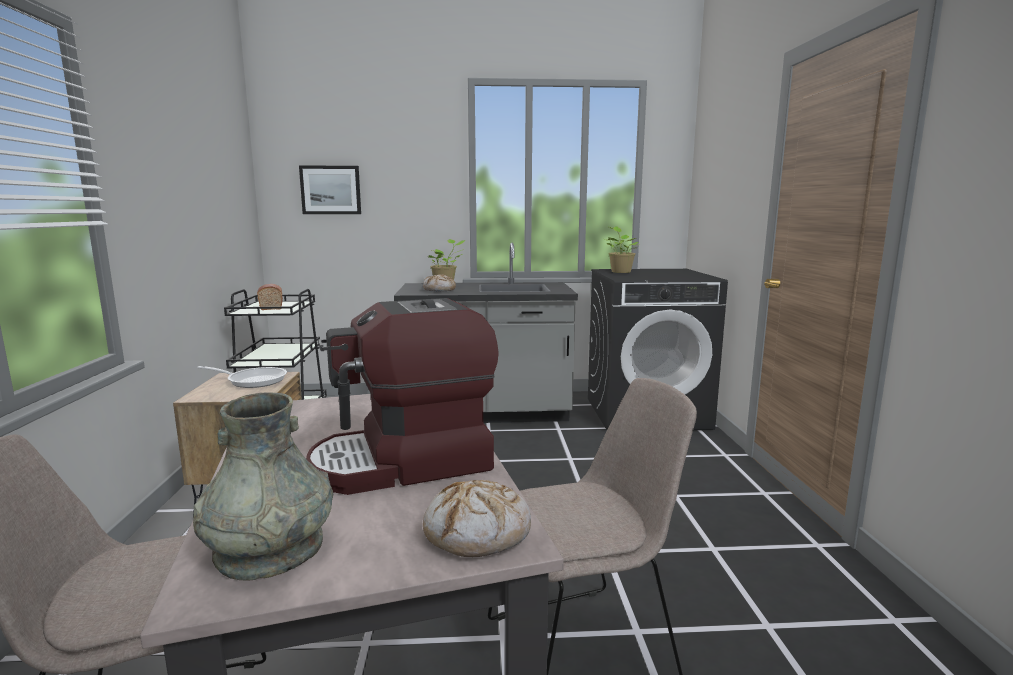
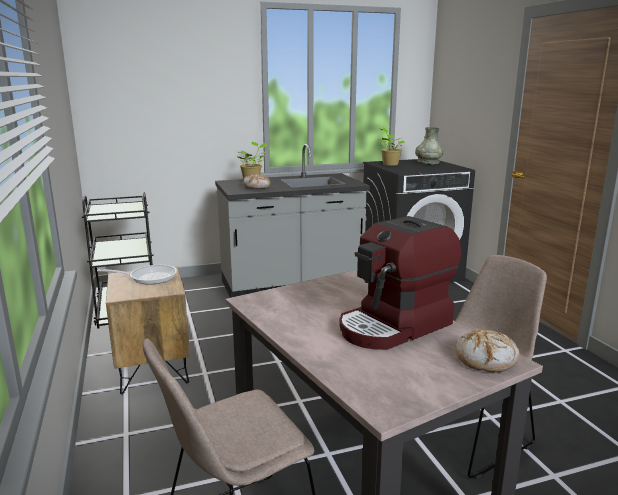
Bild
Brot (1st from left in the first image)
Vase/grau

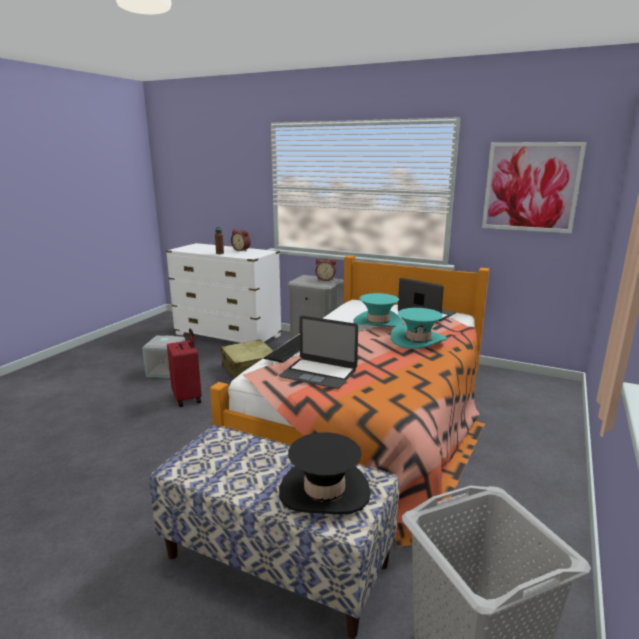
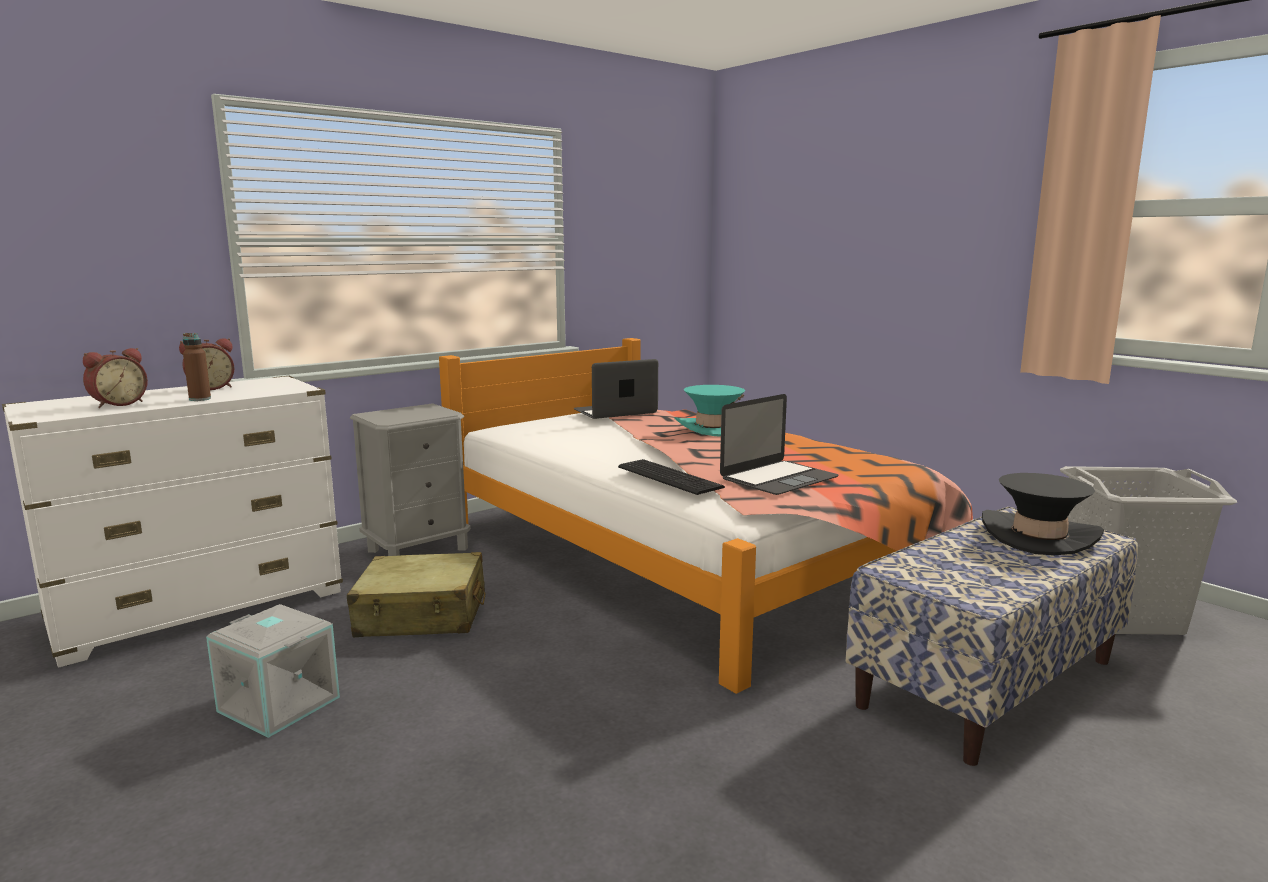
Bild
Wecker (1st from left)
Hut/türkis (1st from left in the first image)
Koffer/rot

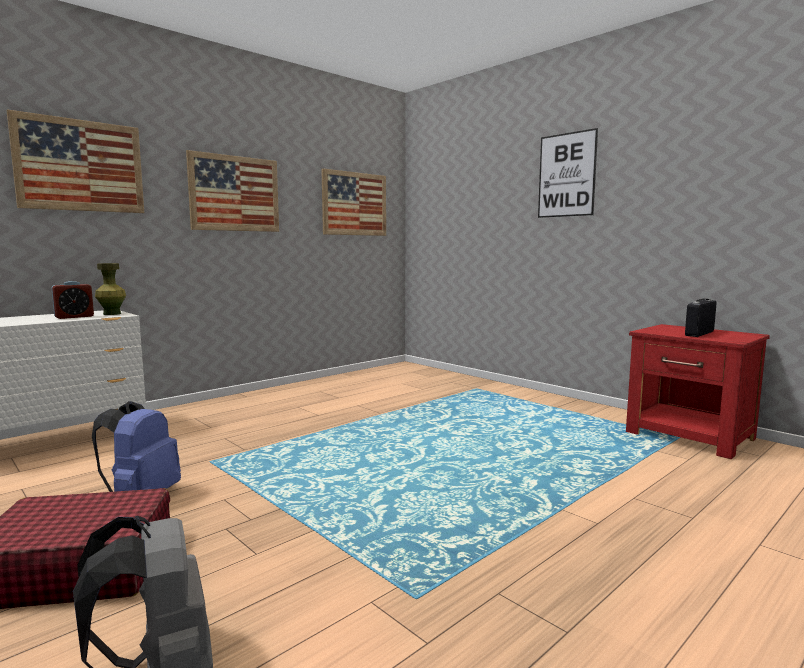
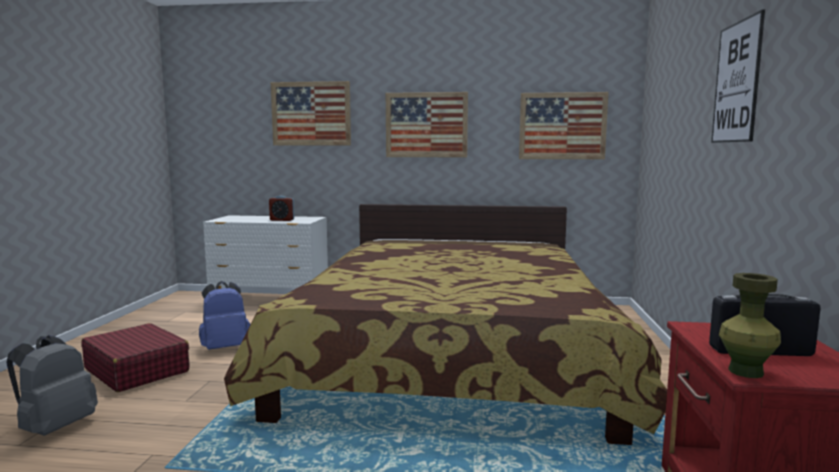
Vase/grün
Bett

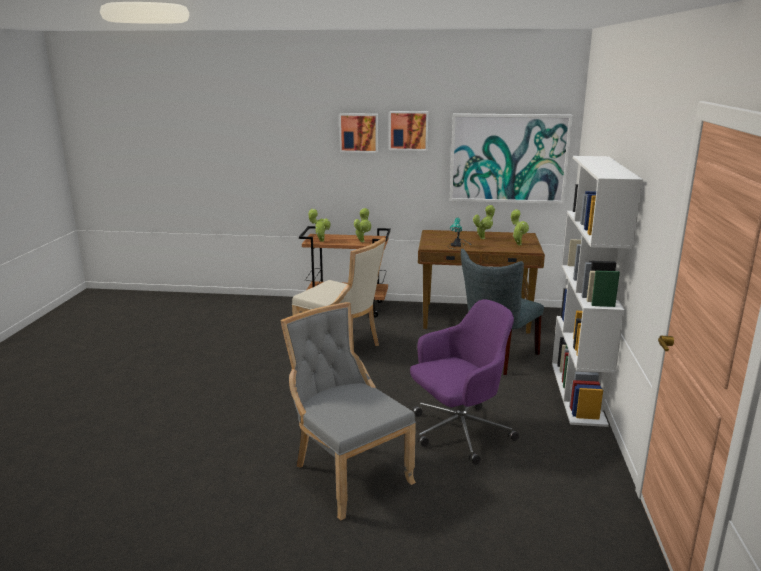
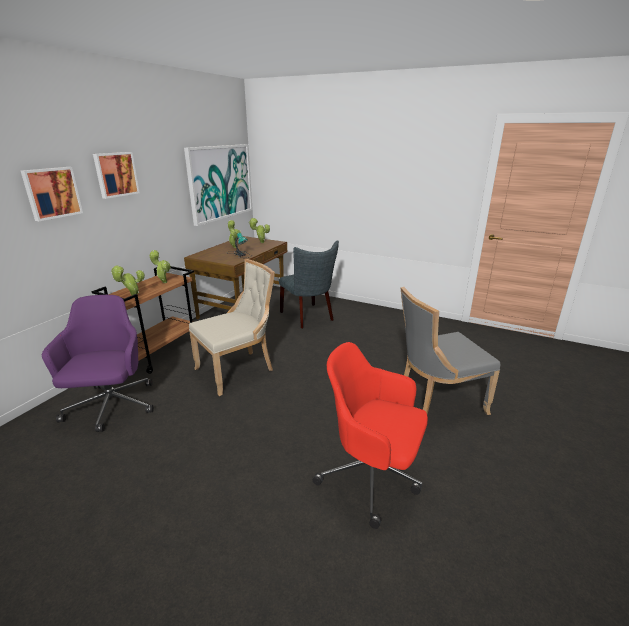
Bild (1st from left)
Bücherregal/weiß
Bürostuhl/lila
Bürostuhl/rot

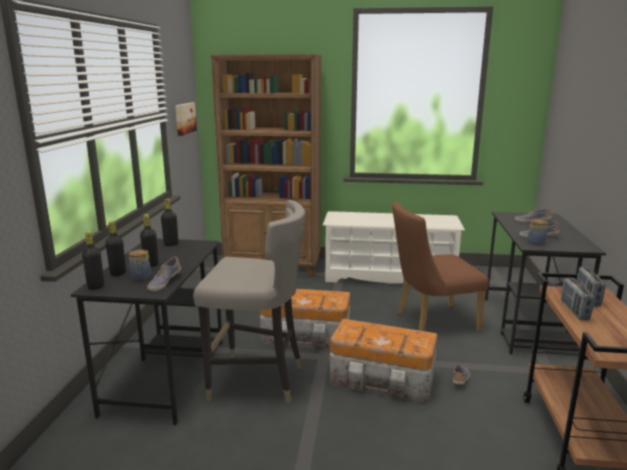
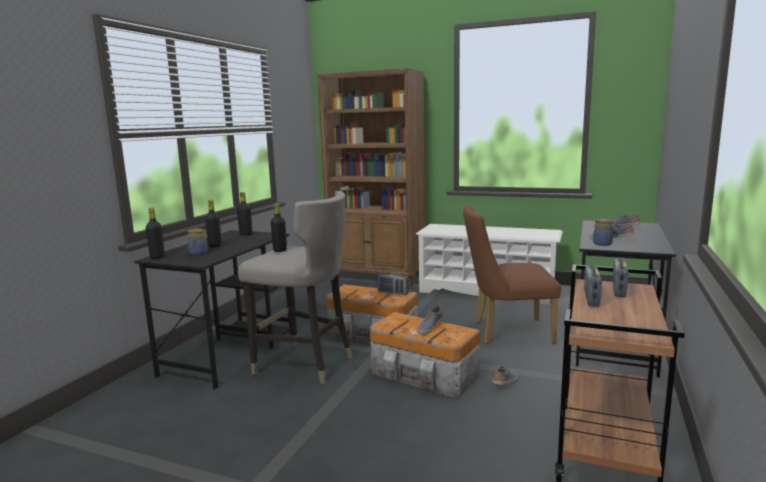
Bild
Flasche/schwarz (4th from left)
Schuh (1st from left)
Radio (1st from left)

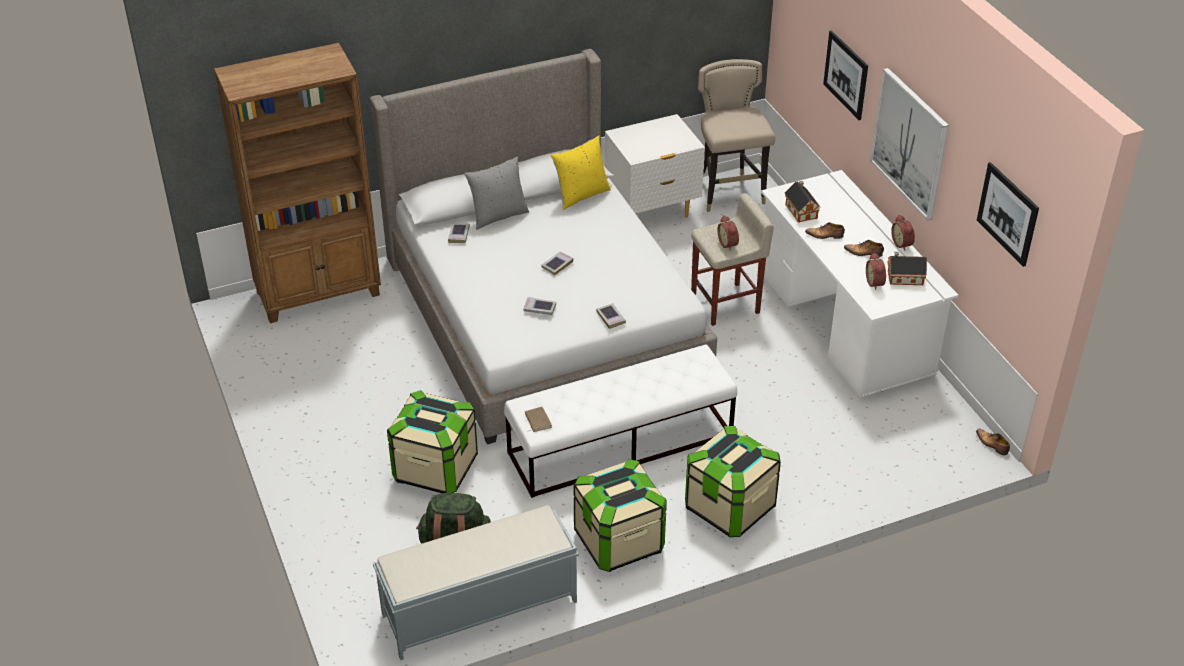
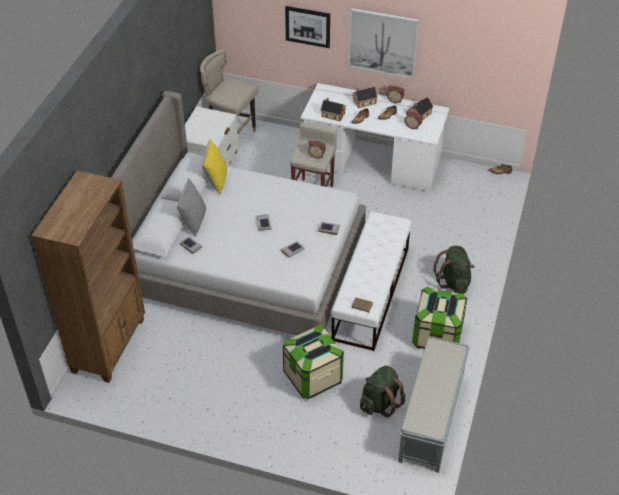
Bild (3rd from left in the first image)
Rucksack/grün (2nd from left)
Spielzeughaus (2nd from left)

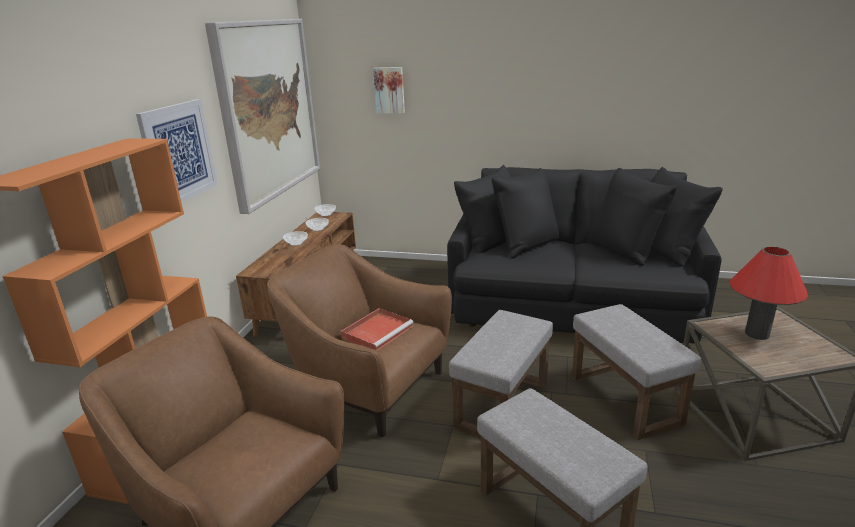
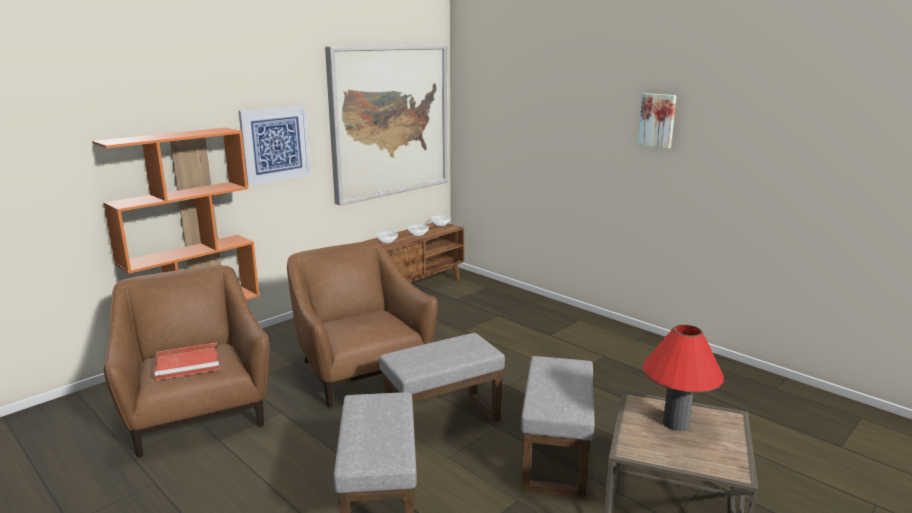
Bild (3rd from left)
Sofa/schwarz
Tablett/rot

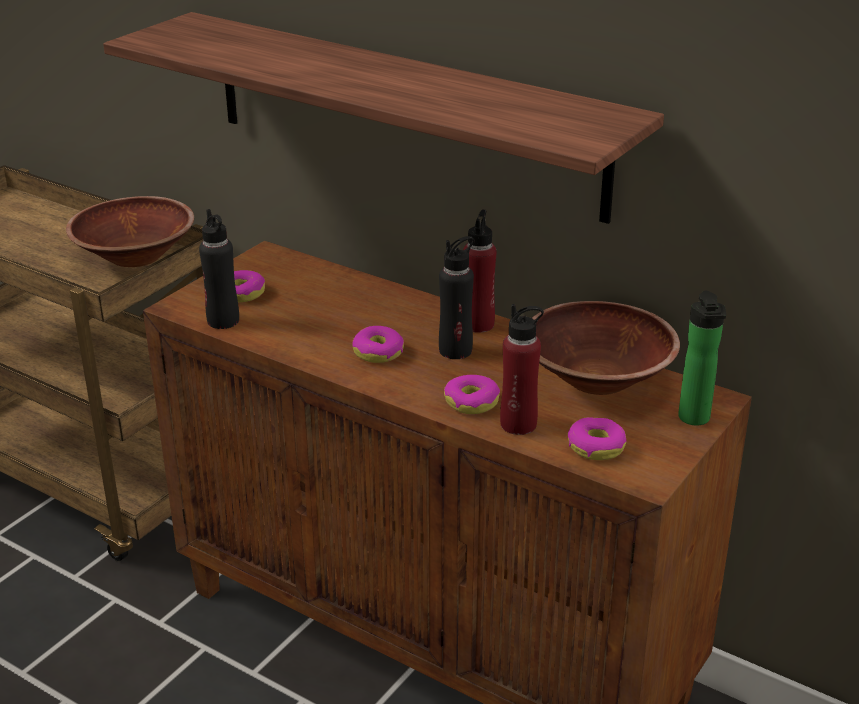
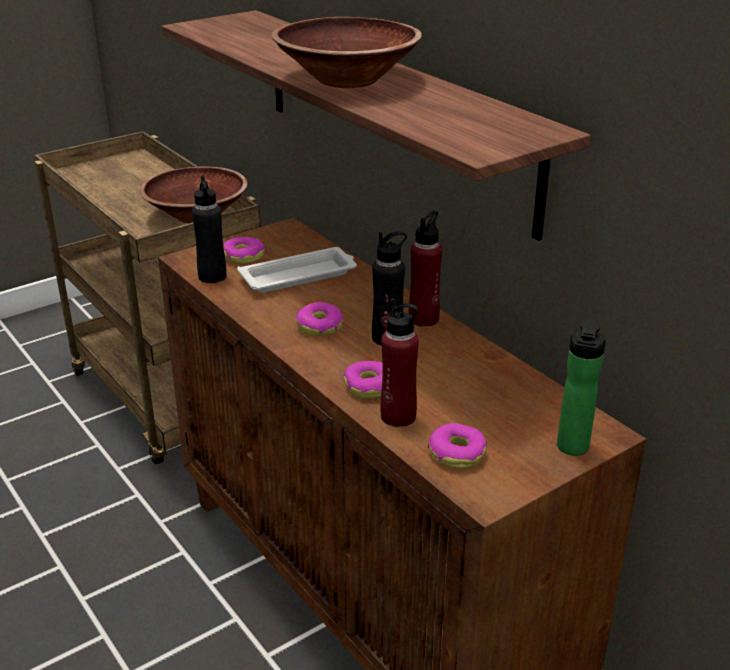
Schüssel/braun (2nd from left)
Tablett/weiß

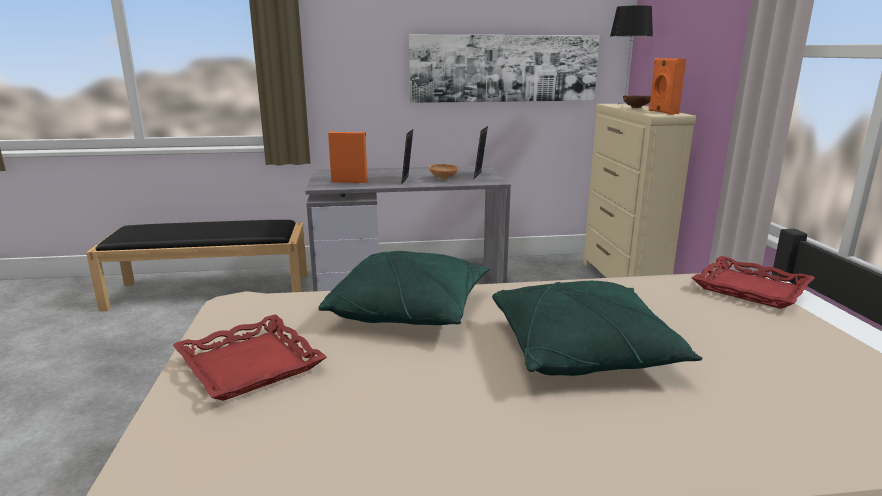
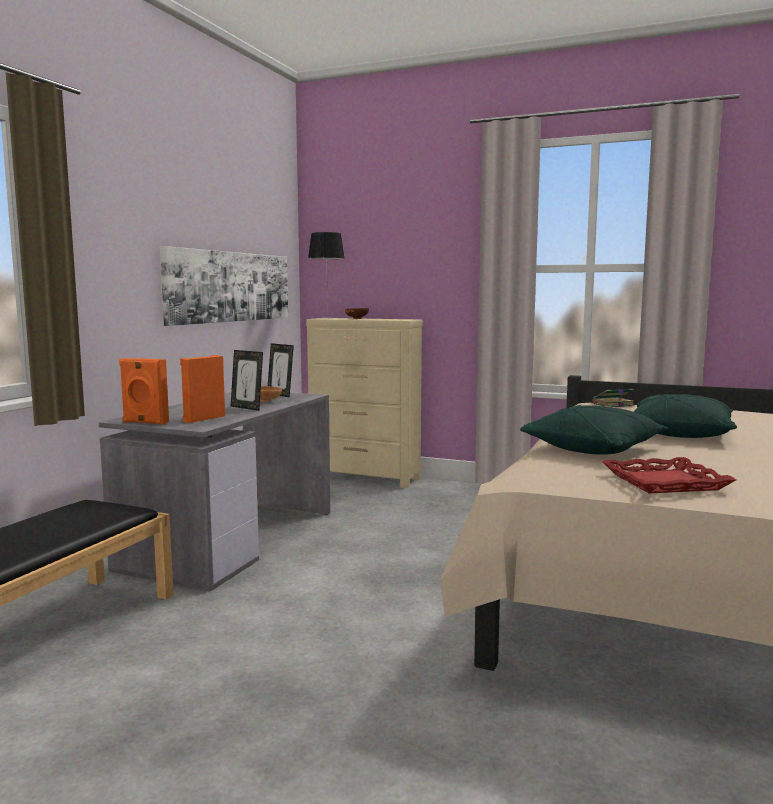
Lautsprecher/orange (1st from left)
Buch

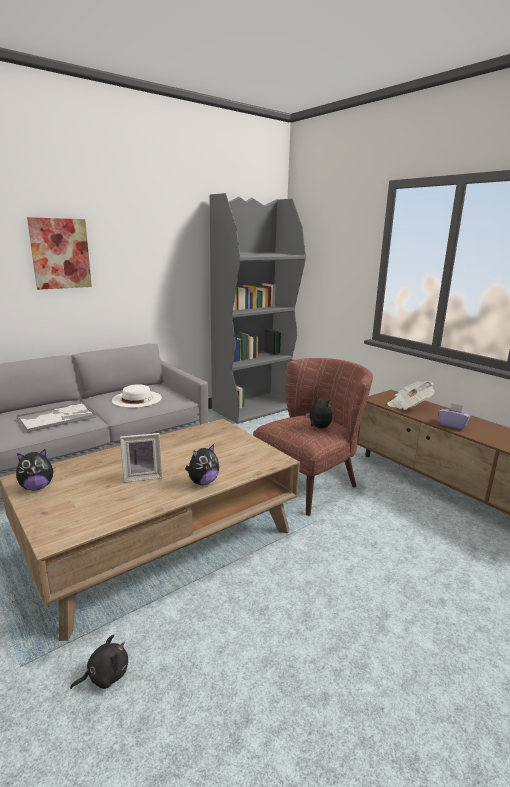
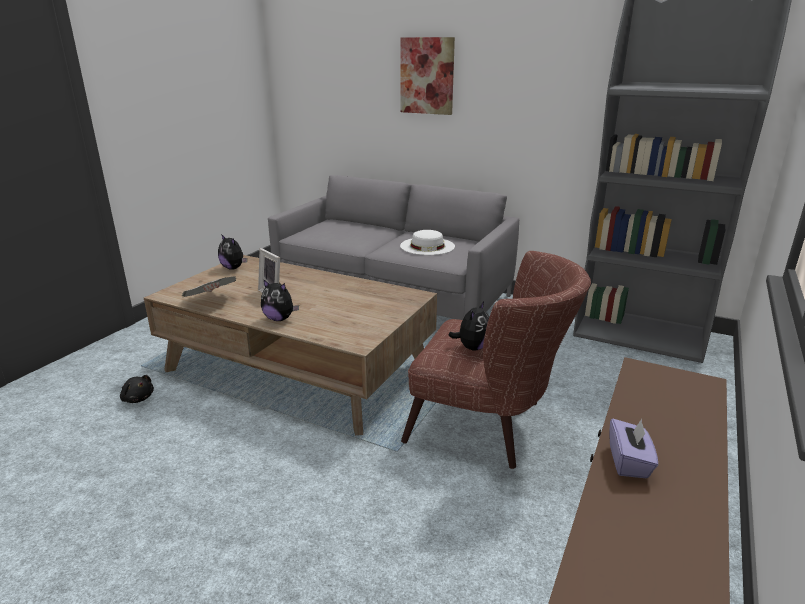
Zeitung
Tablett

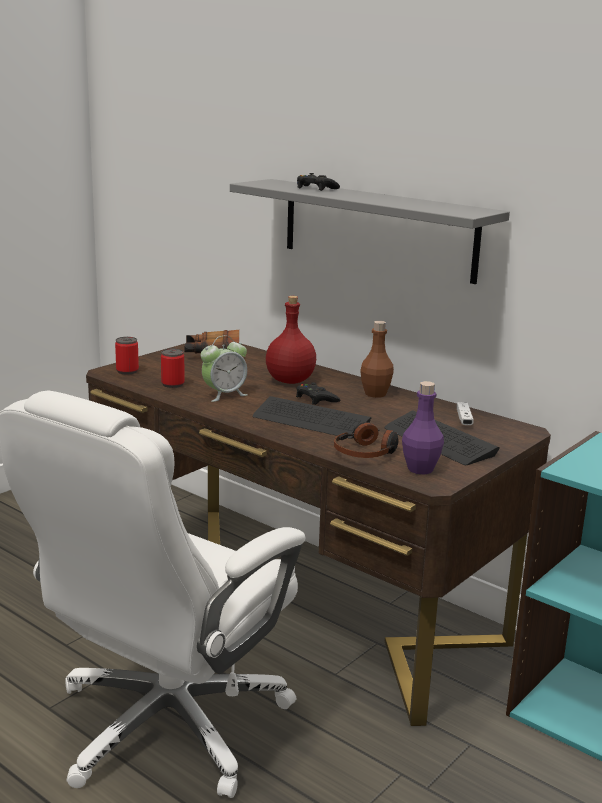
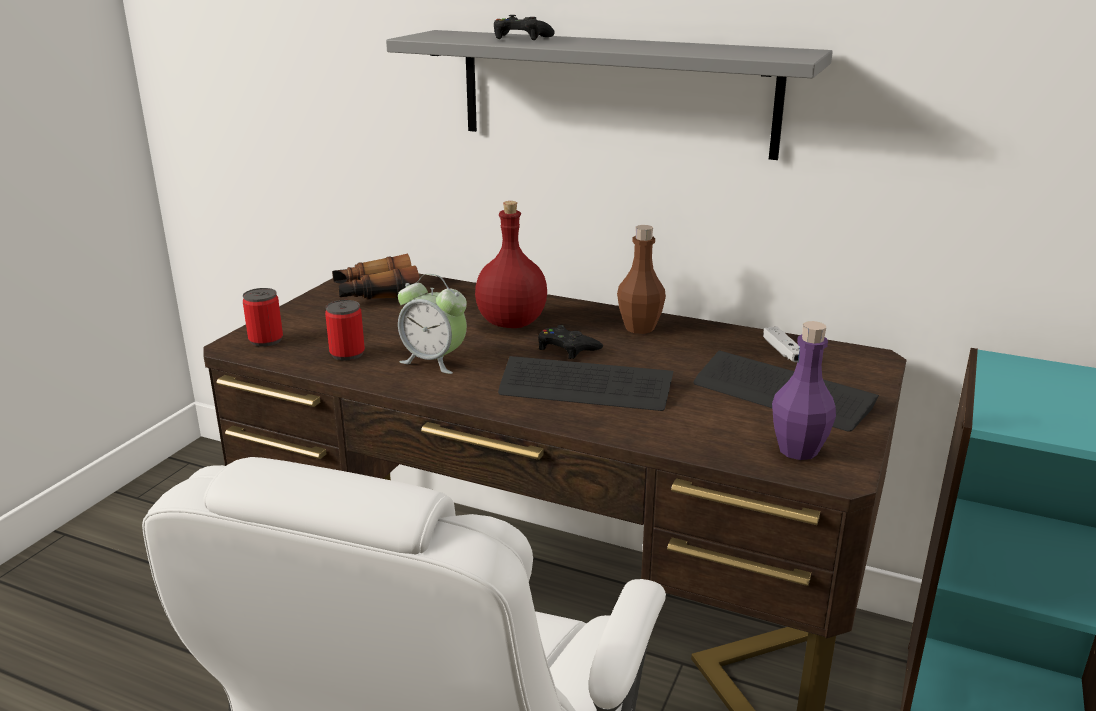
Wecker
Kopfhörer

